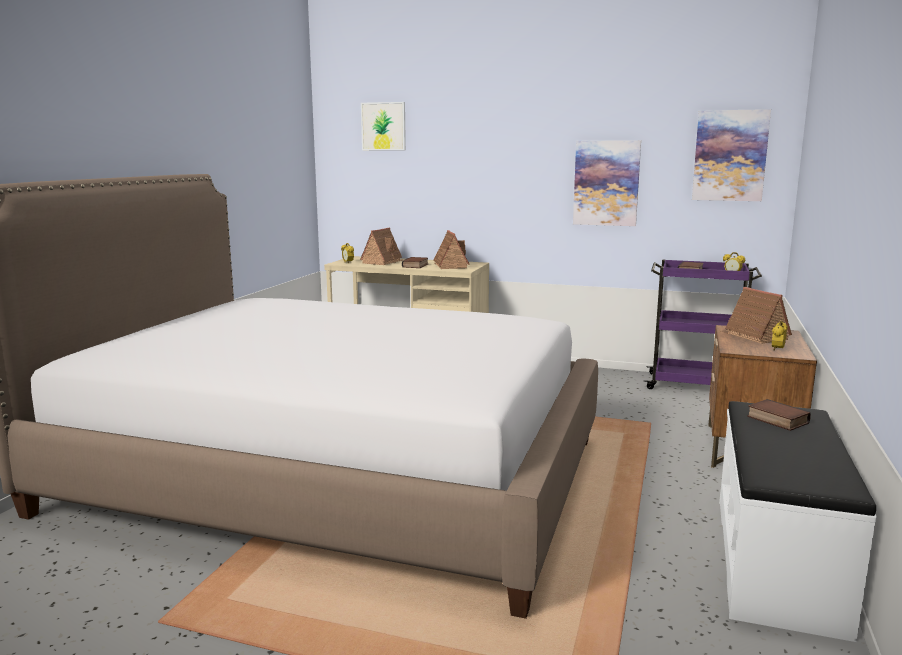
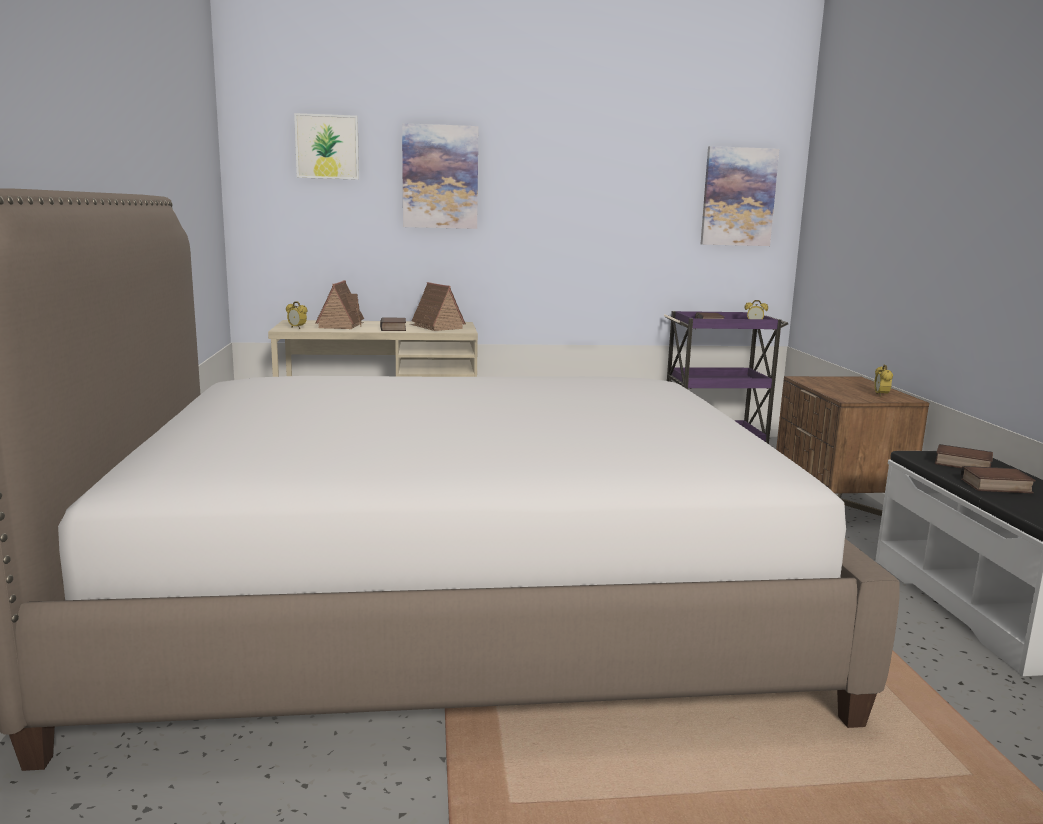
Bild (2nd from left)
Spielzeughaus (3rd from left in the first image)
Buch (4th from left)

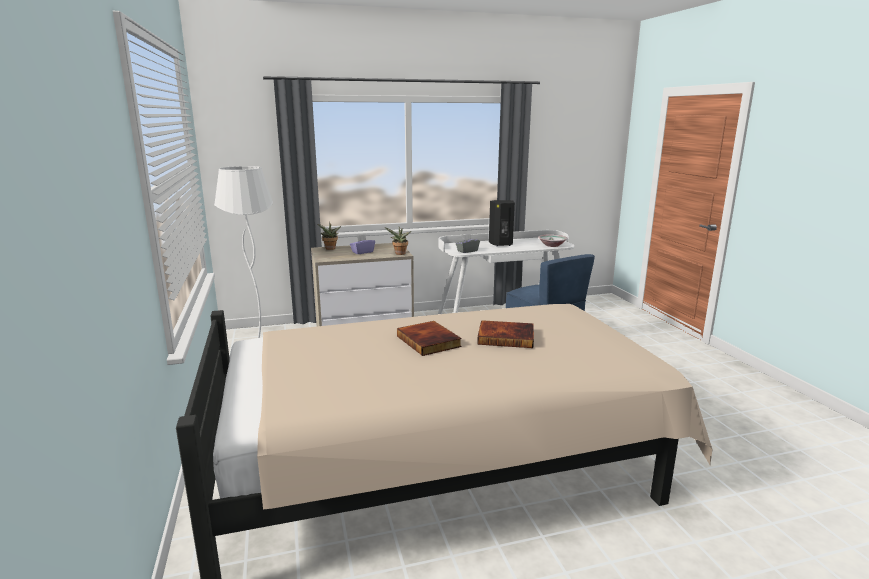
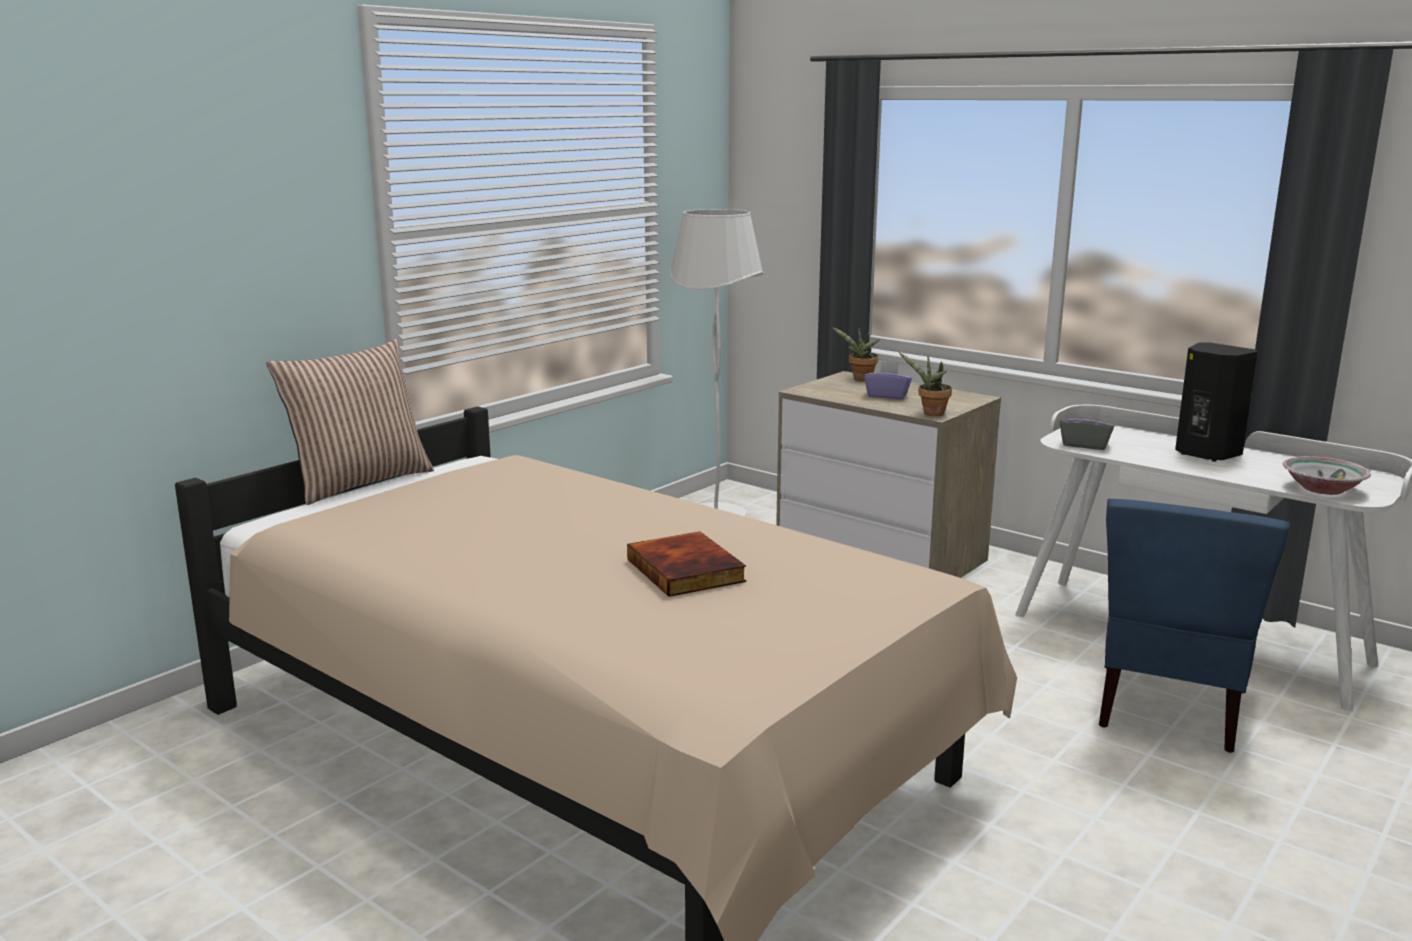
Buch (1st from left in the first image)
Kissen

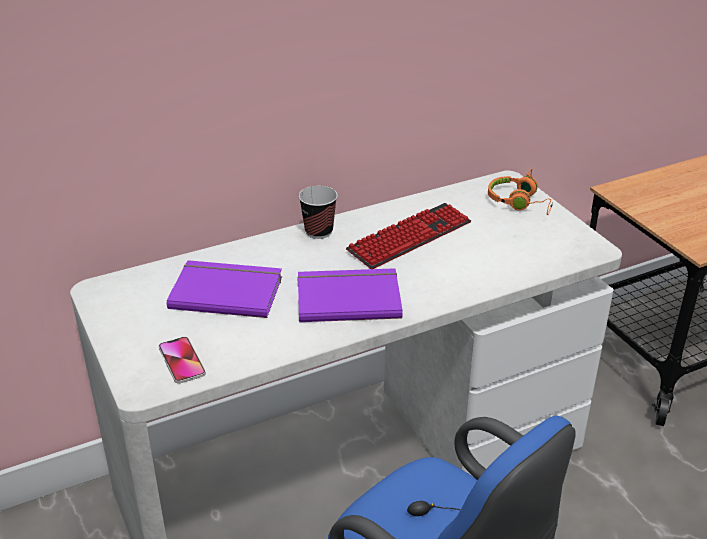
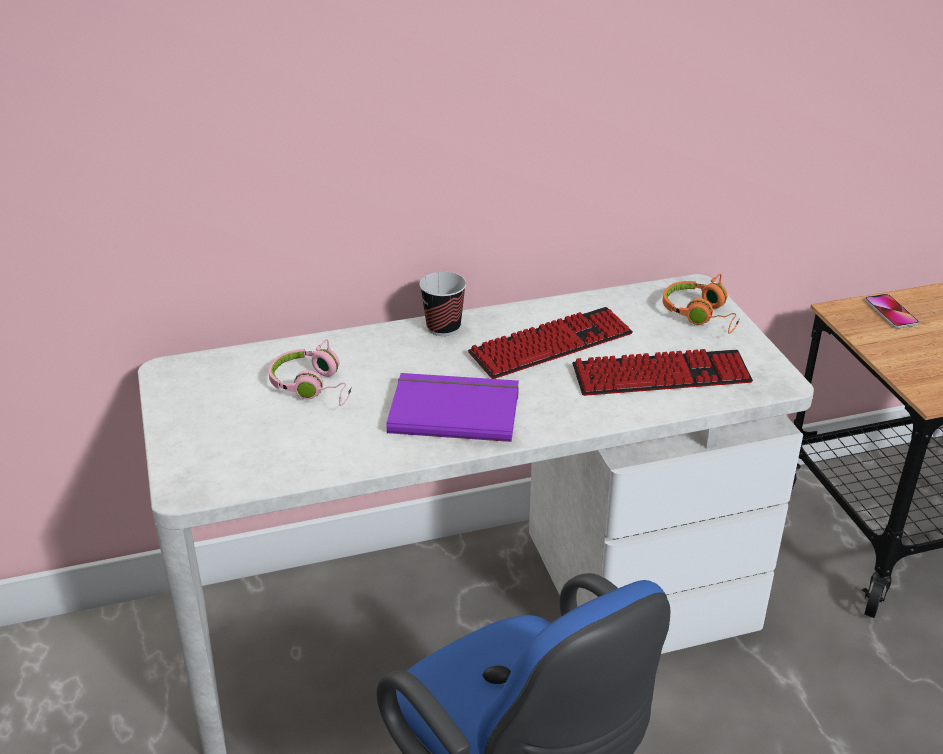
Kopfhörer/rosa
Handy
Tastatur (2nd from left)

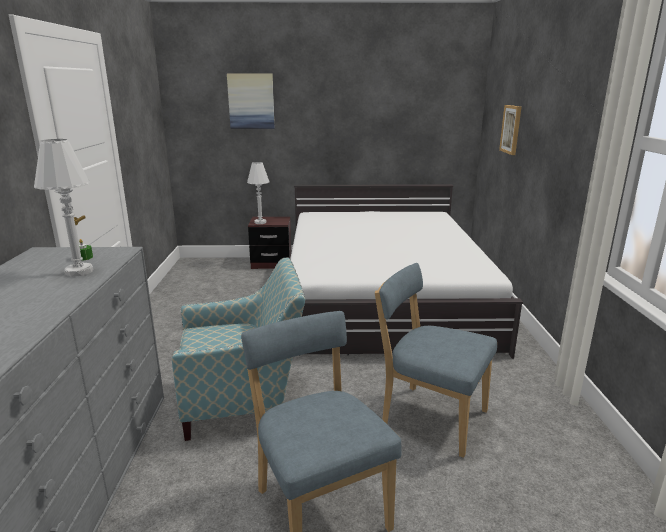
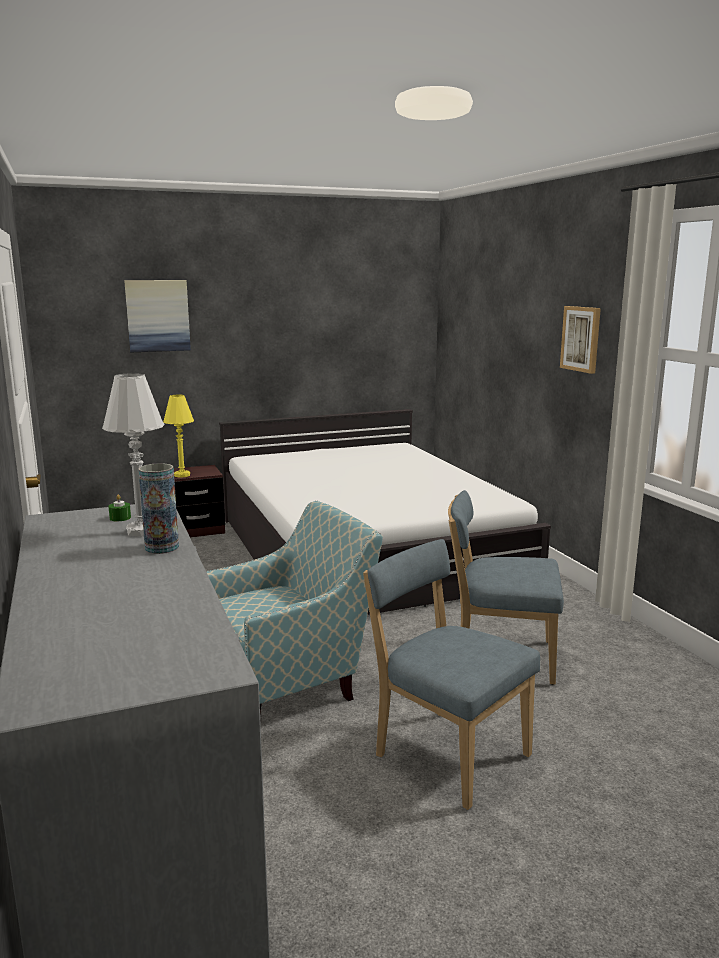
Bild (2nd from left)
Tischlampe/gelb
Vase

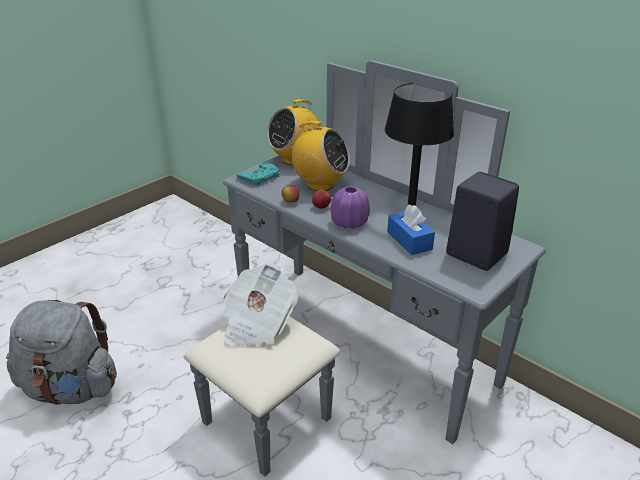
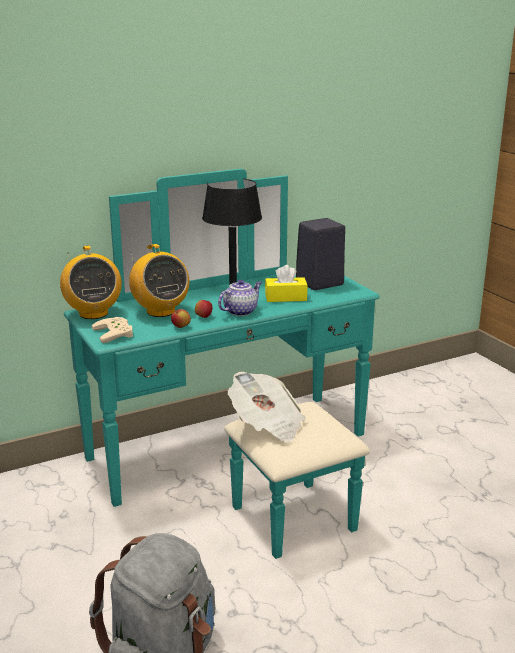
Kommode/türkis
Radio (2nd from left)
Gamepad/beige
Teekanne
Taschentuchbox/gelb

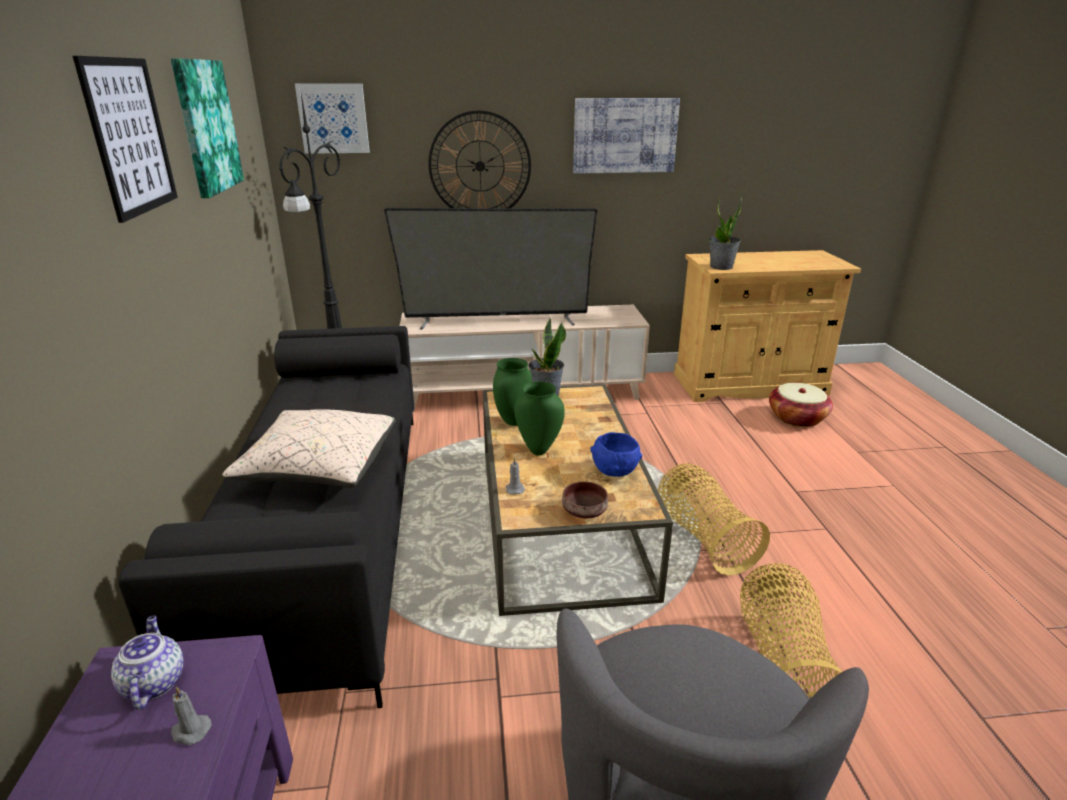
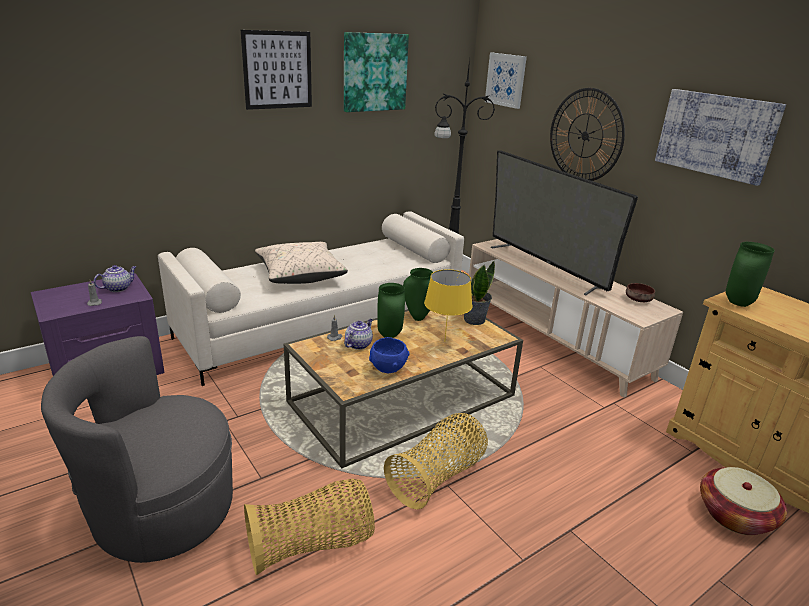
Vase/grün (3rd from left)
Sofa/weiß
Schüssel/braun
Tischlampe/gelb
Teekanne (2nd from left)

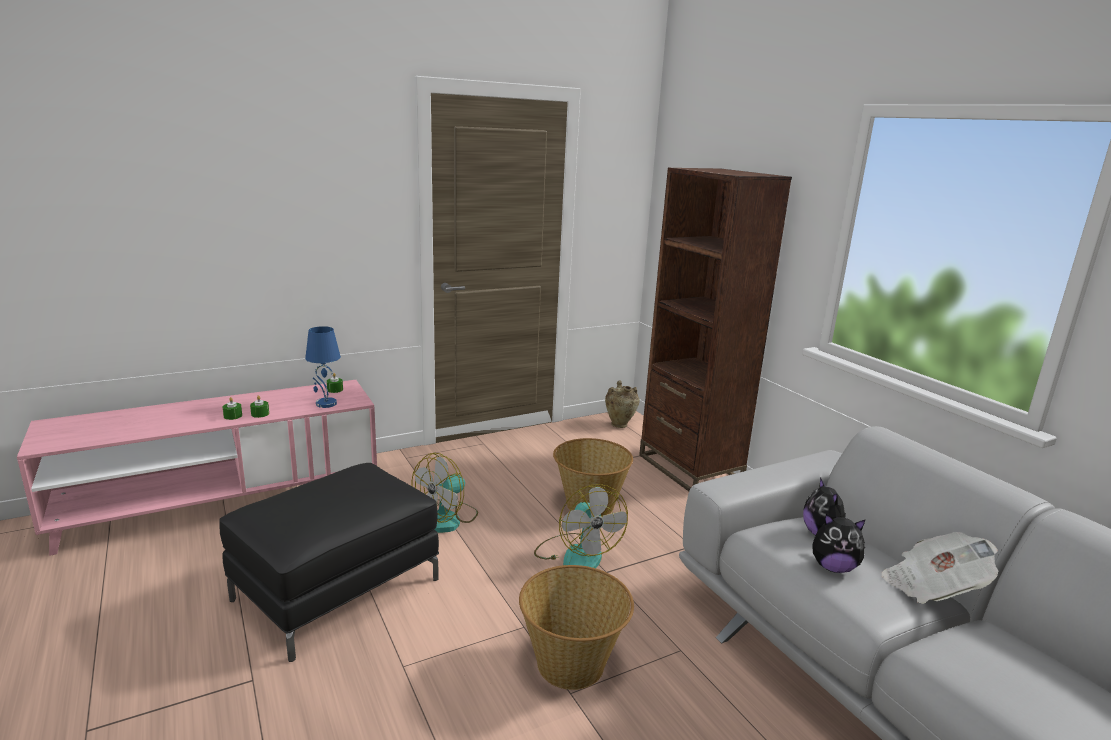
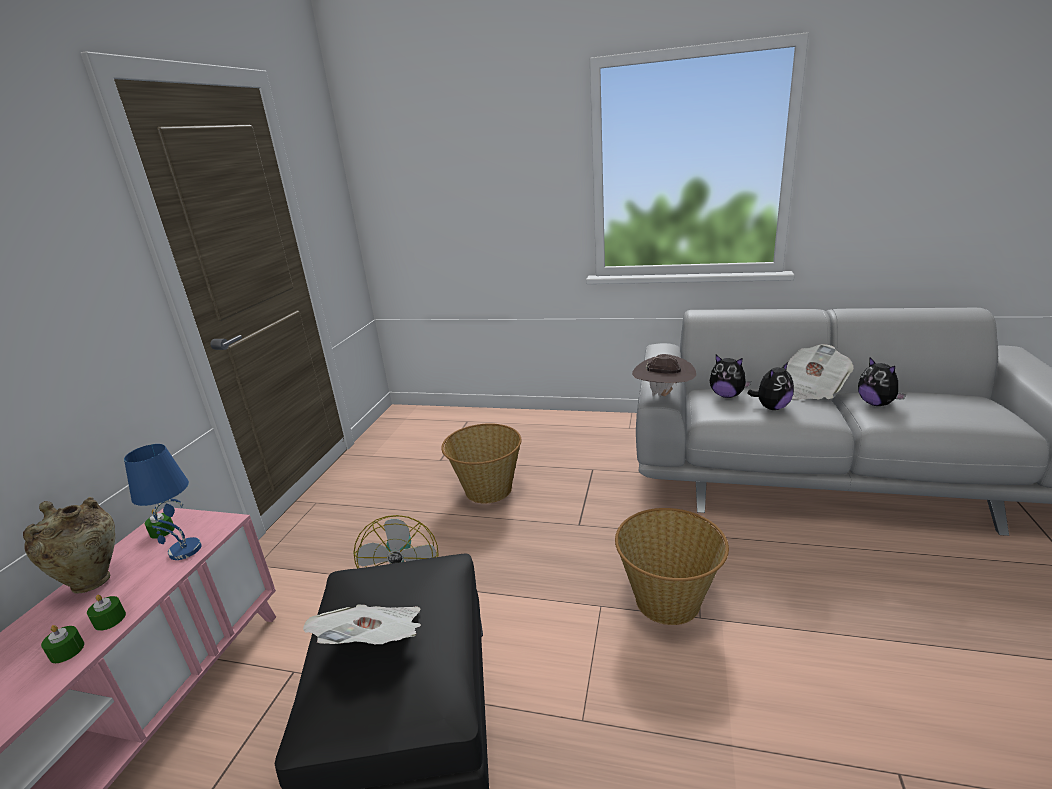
Bücherregal/braun
Vase/beige
Ventilator (2nd from left in the first image)
Hut/braun
Plüschtier (3rd from left)
Zeitung (1st from left)

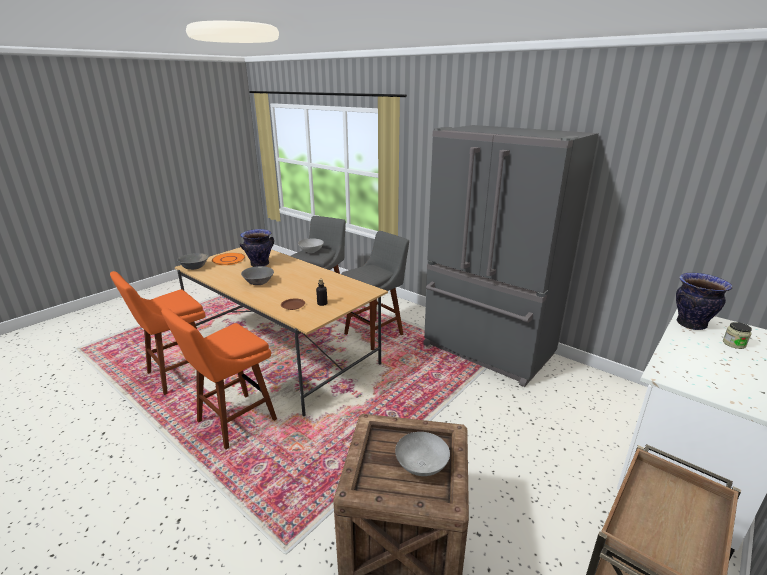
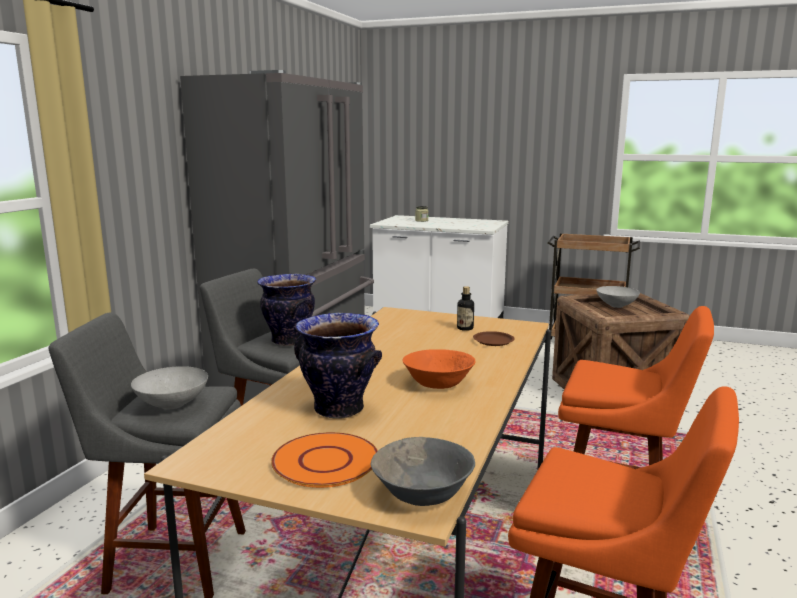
Schüssel/orange
Vase (1st from left)

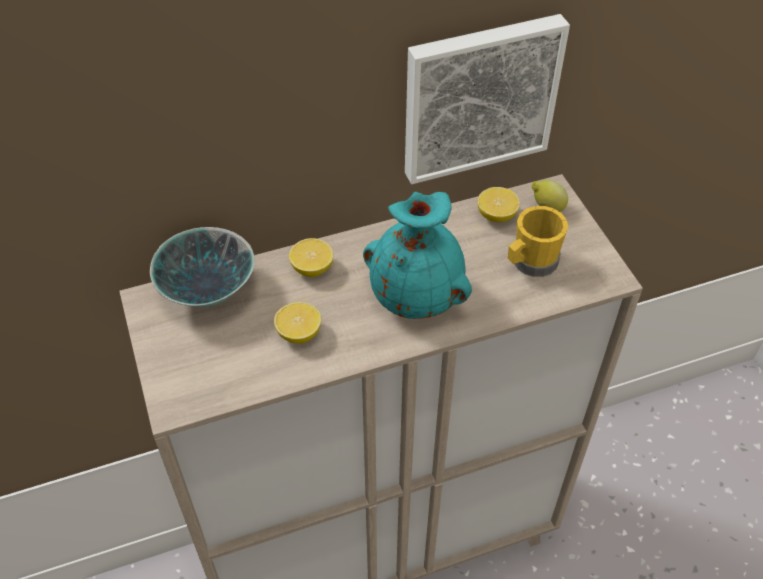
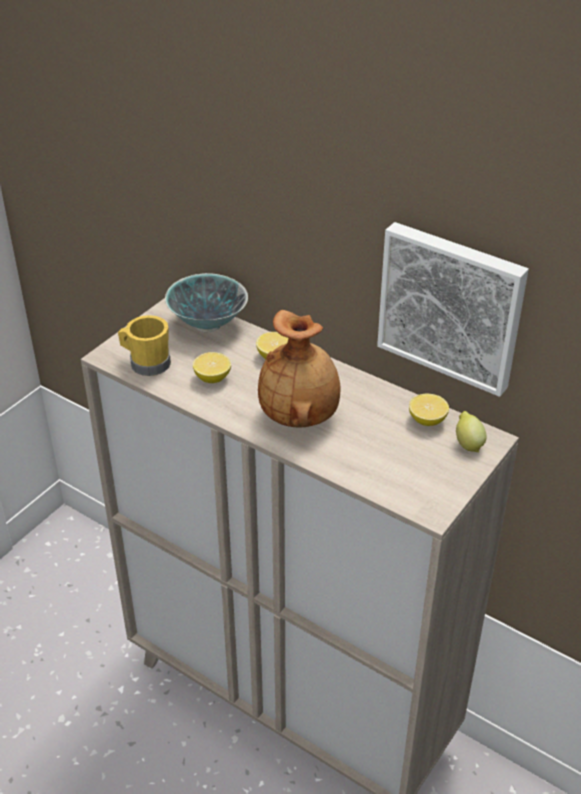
Vase/braun
Henkelbecher/gelb

